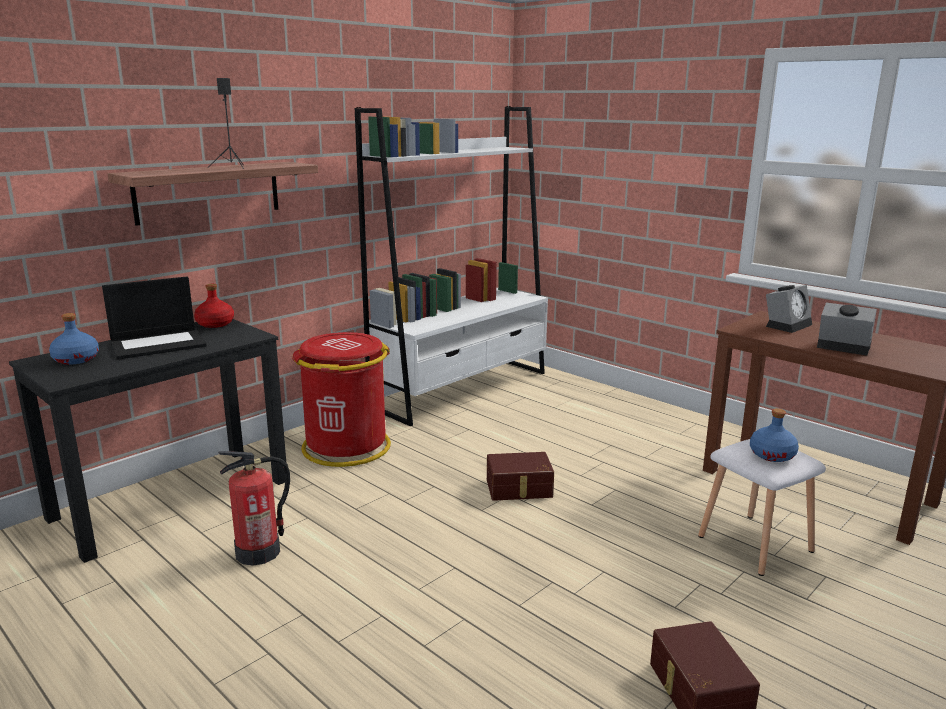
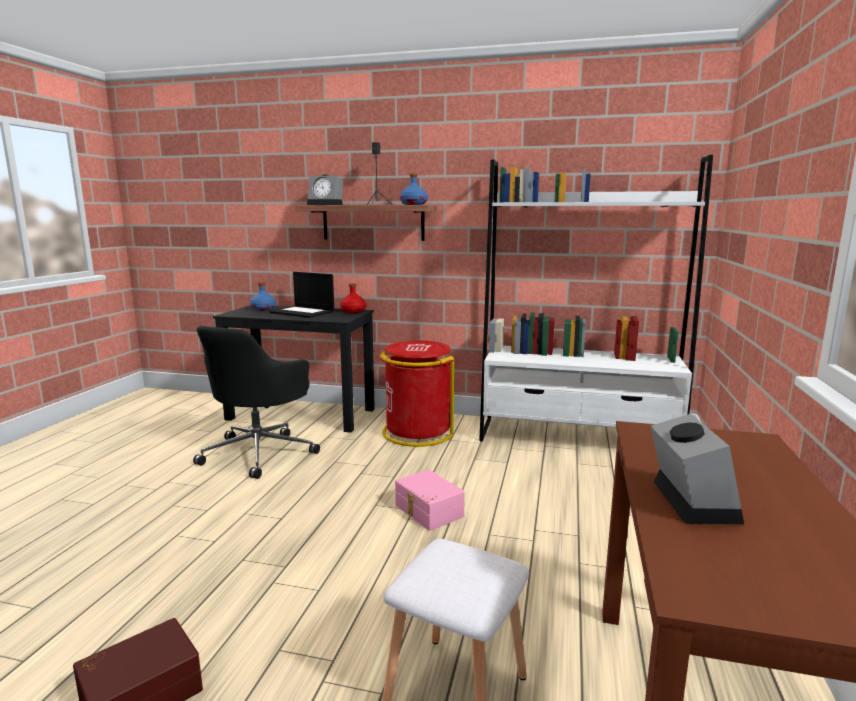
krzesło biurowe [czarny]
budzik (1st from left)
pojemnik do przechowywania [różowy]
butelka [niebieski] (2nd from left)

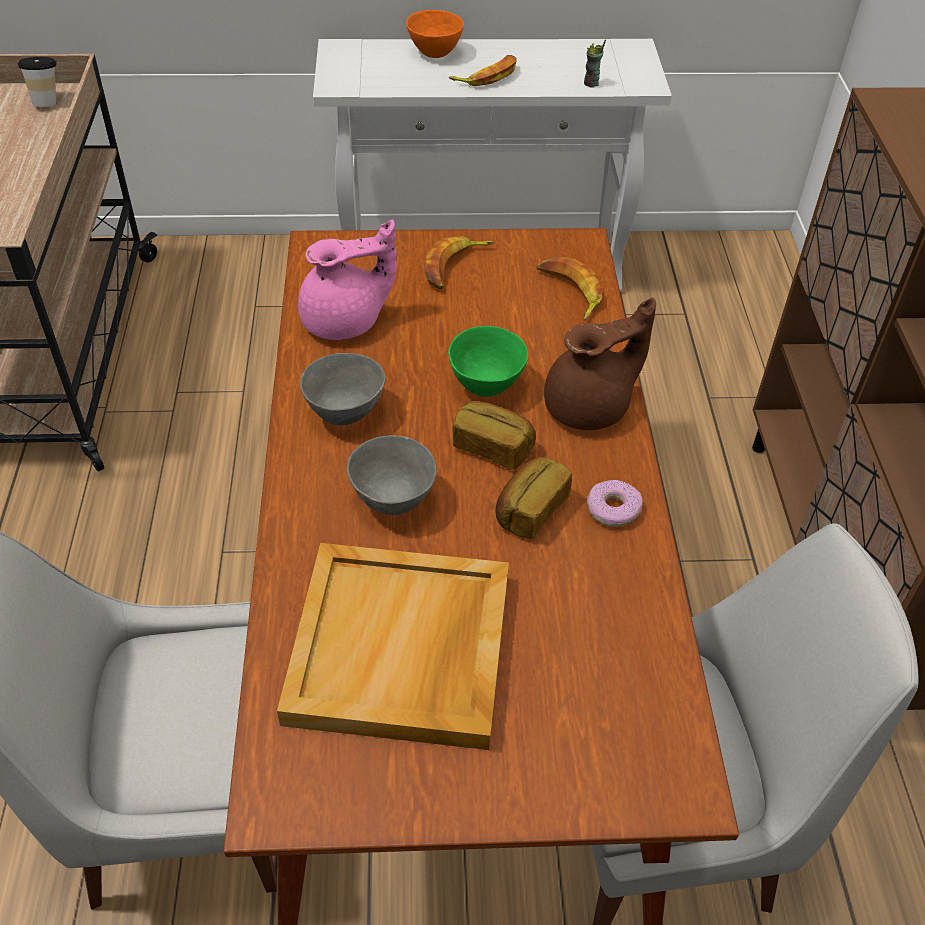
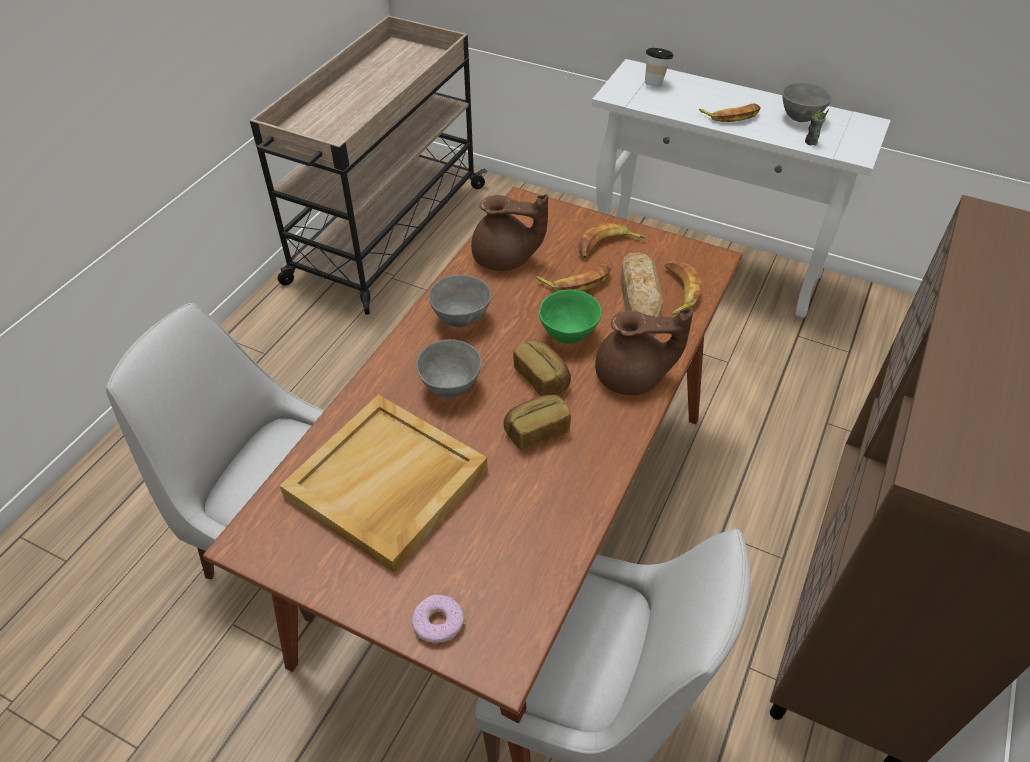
donut
imbryk [brązowy] (1st from left)
banan (1st from left)
chleb (3rd from left)
filiżanka (1st from left)
miska [szary] (3rd from left)
miska [pomarańczowy]

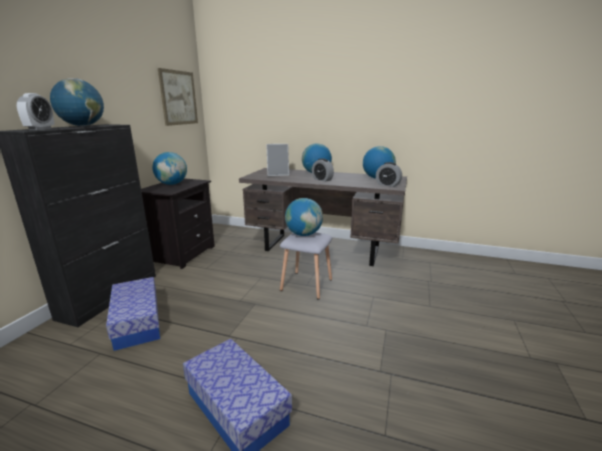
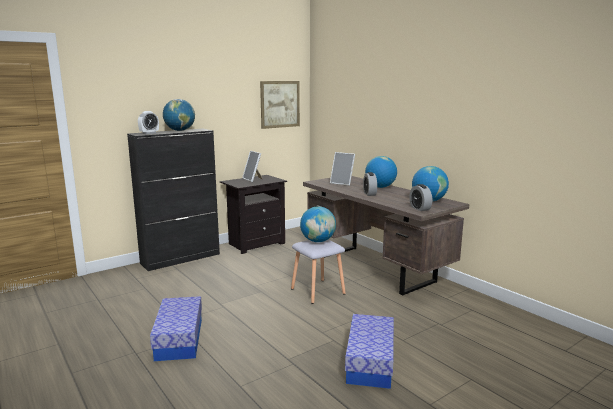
ramka na zdjęcie (1st from left)
pojemnik do przechowywania (2nd from left)

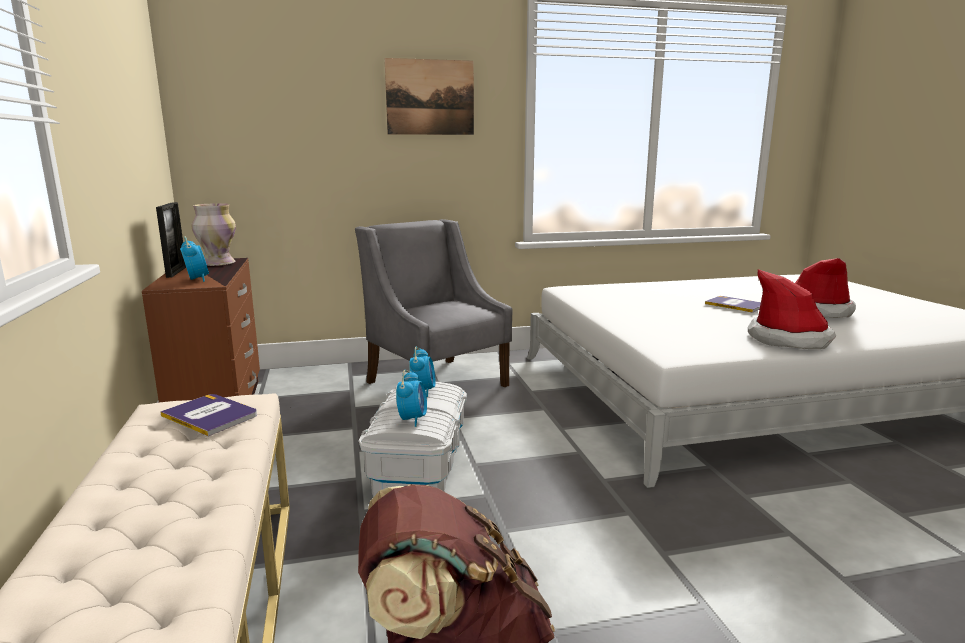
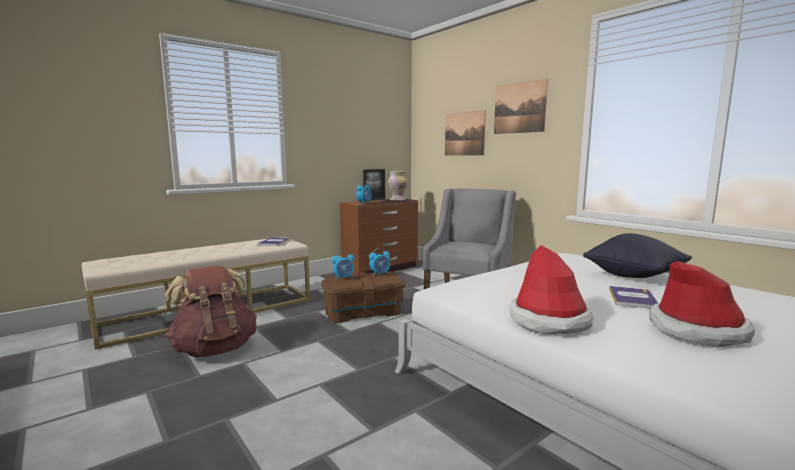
pojemnik do przechowywania [brązowy]
obraz (1st from left)
poduszka [czarny]

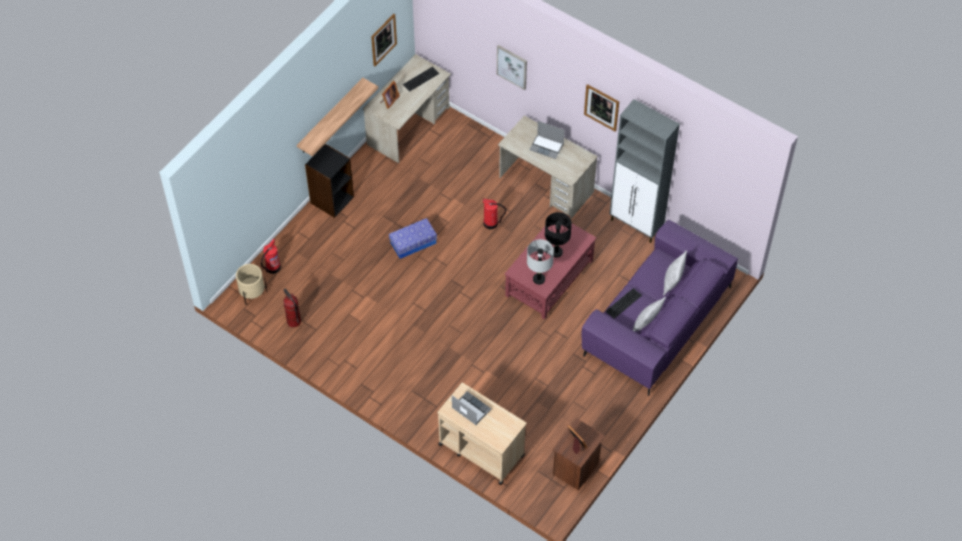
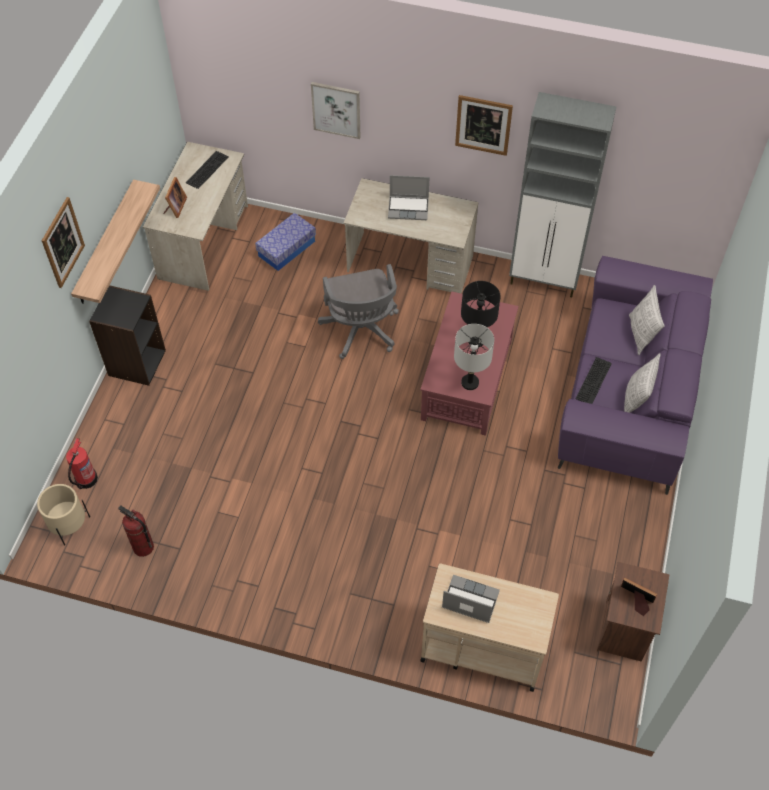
obraz (1st from left)
pojemnik do przechowywania
krzesło biurowe [szary]

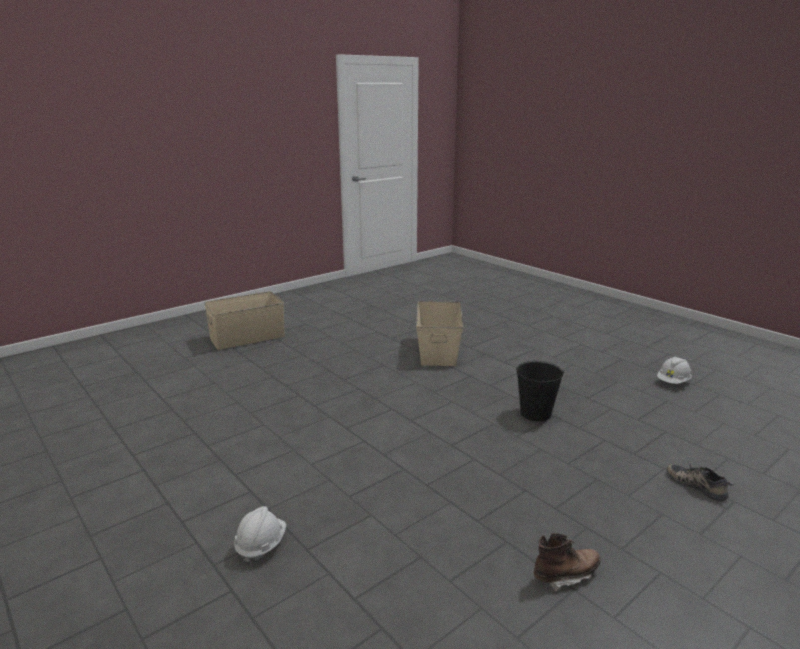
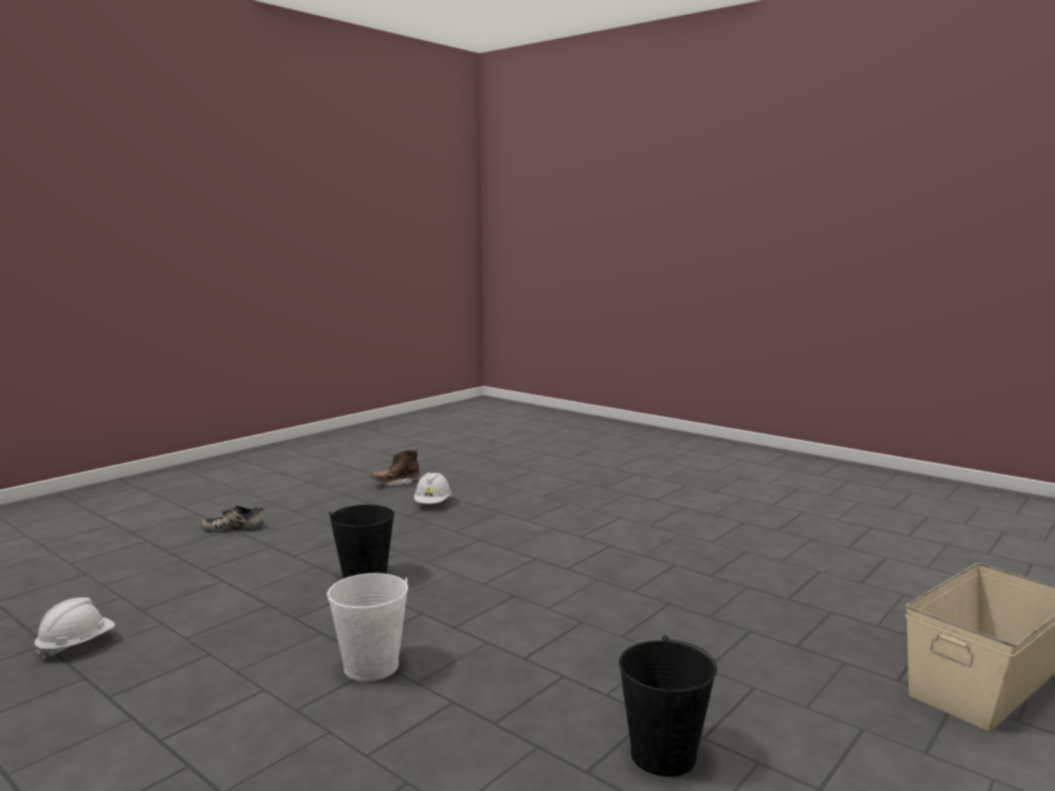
but
wiadro [biały]
kask [biały] (2nd from left)
wiadro [czarny] (2nd from left)
pojemnik do przechowywania [beżowy] (2nd from left in the first image)

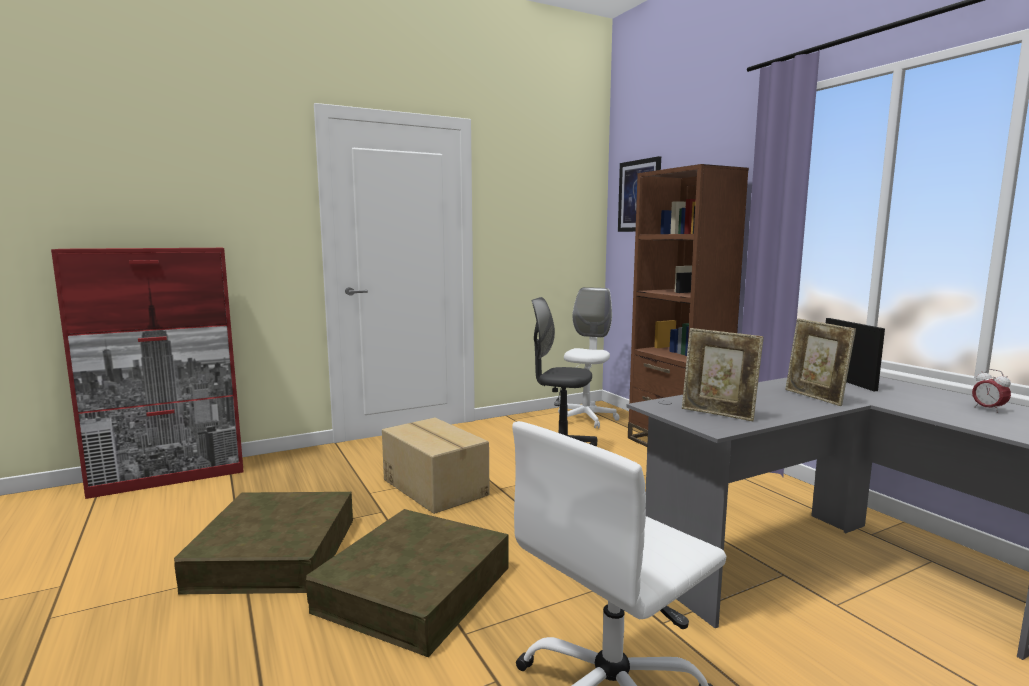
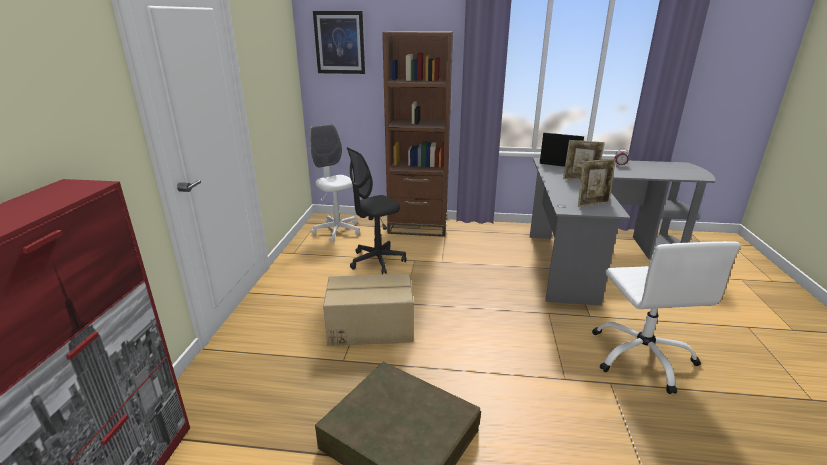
pojemnik do przechowywania [brązowy] (2nd from left in the first image)

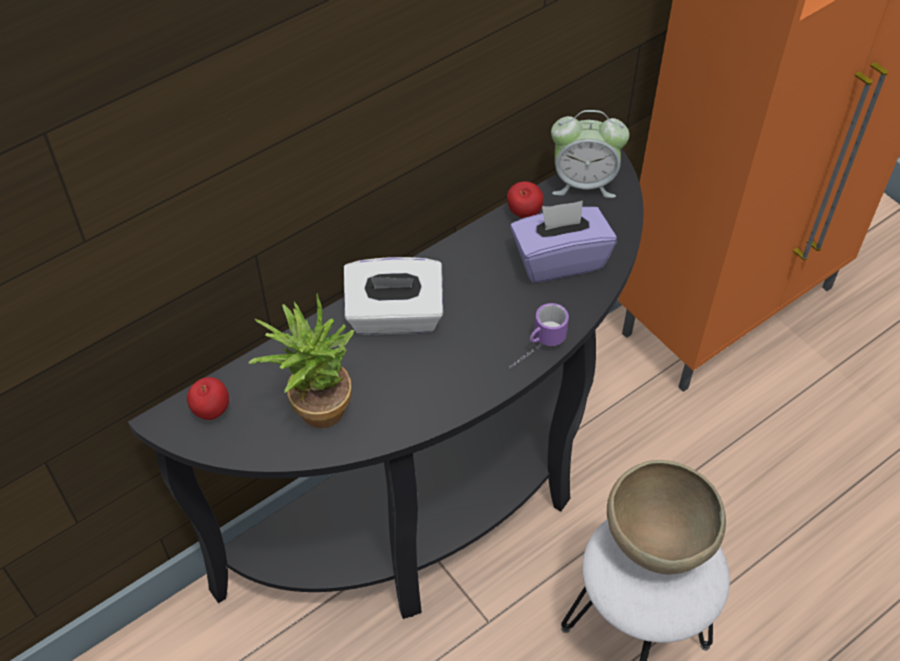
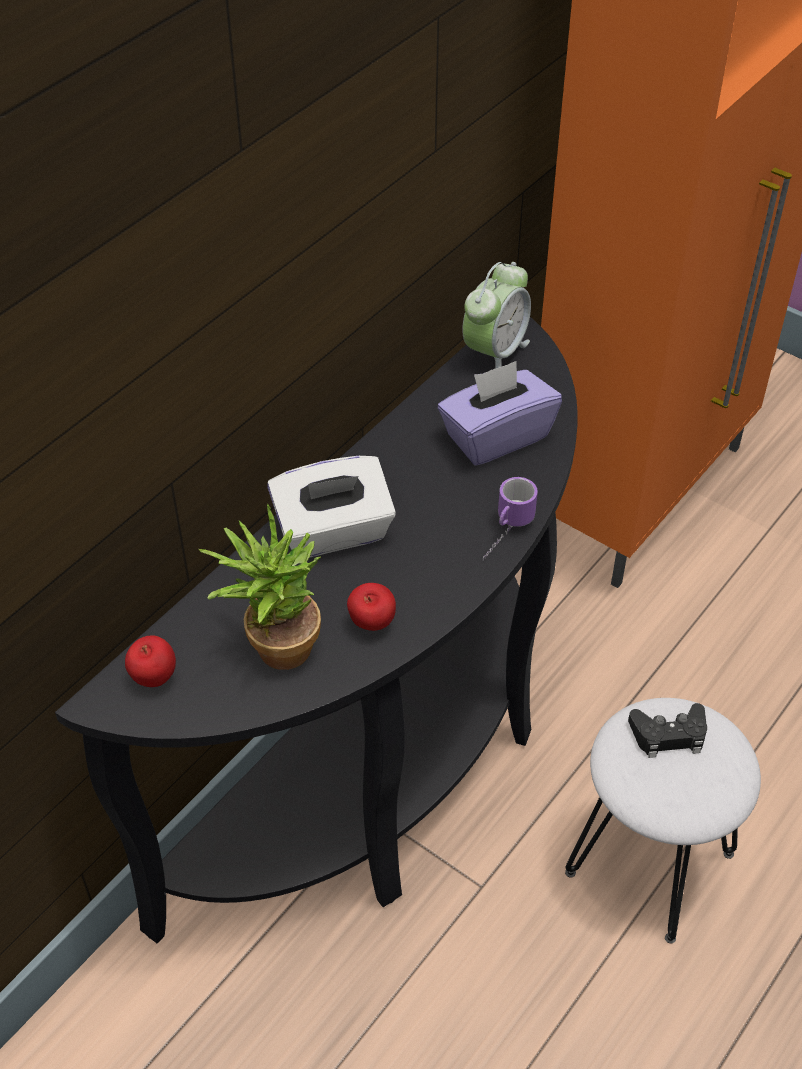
jabłko (2nd from left)
budzik
pad do gier [czarny]

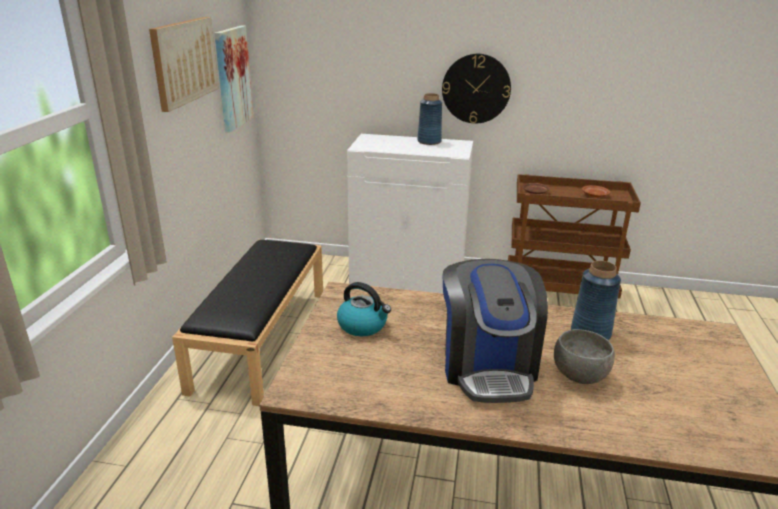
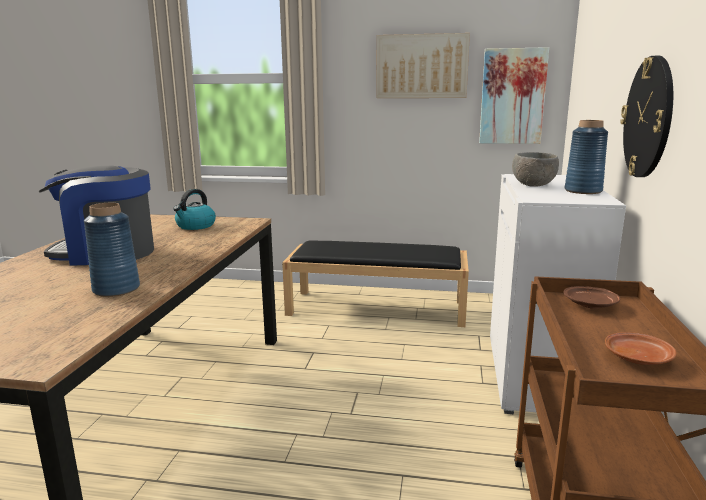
miska [szary]

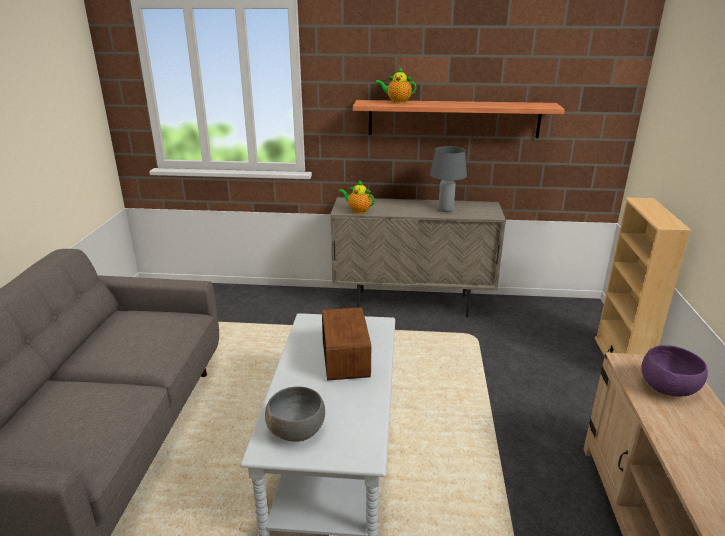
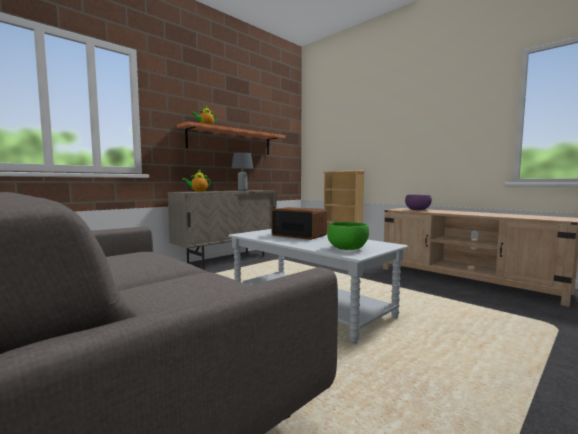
miska [zielony]

